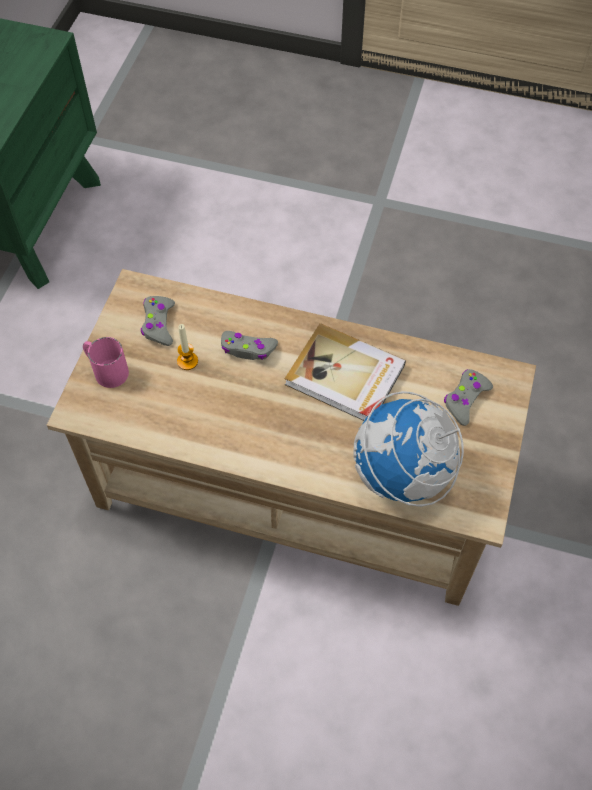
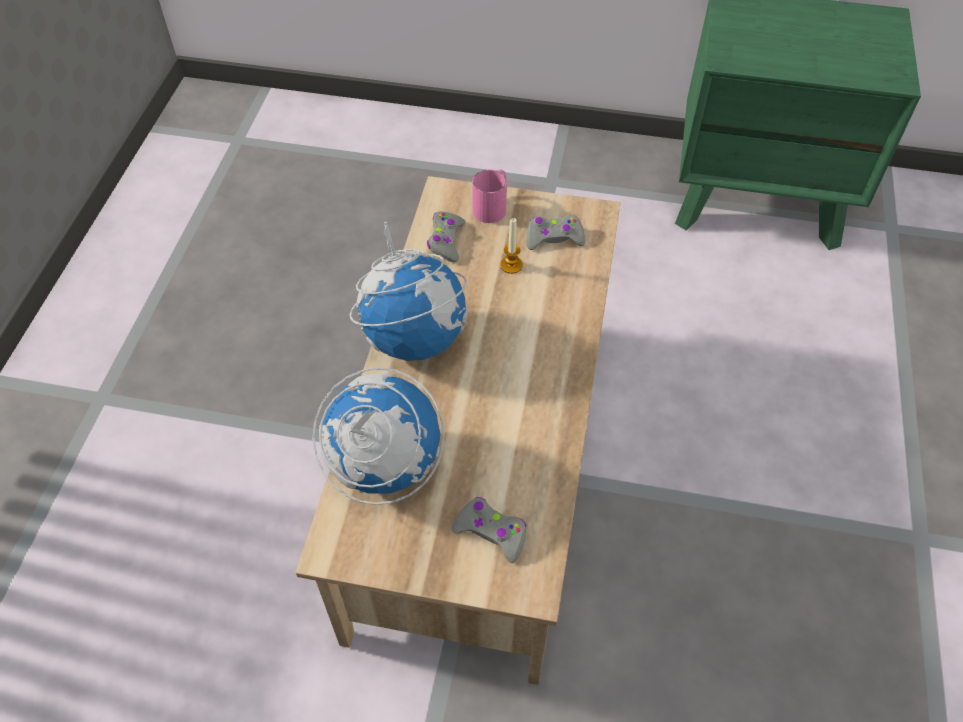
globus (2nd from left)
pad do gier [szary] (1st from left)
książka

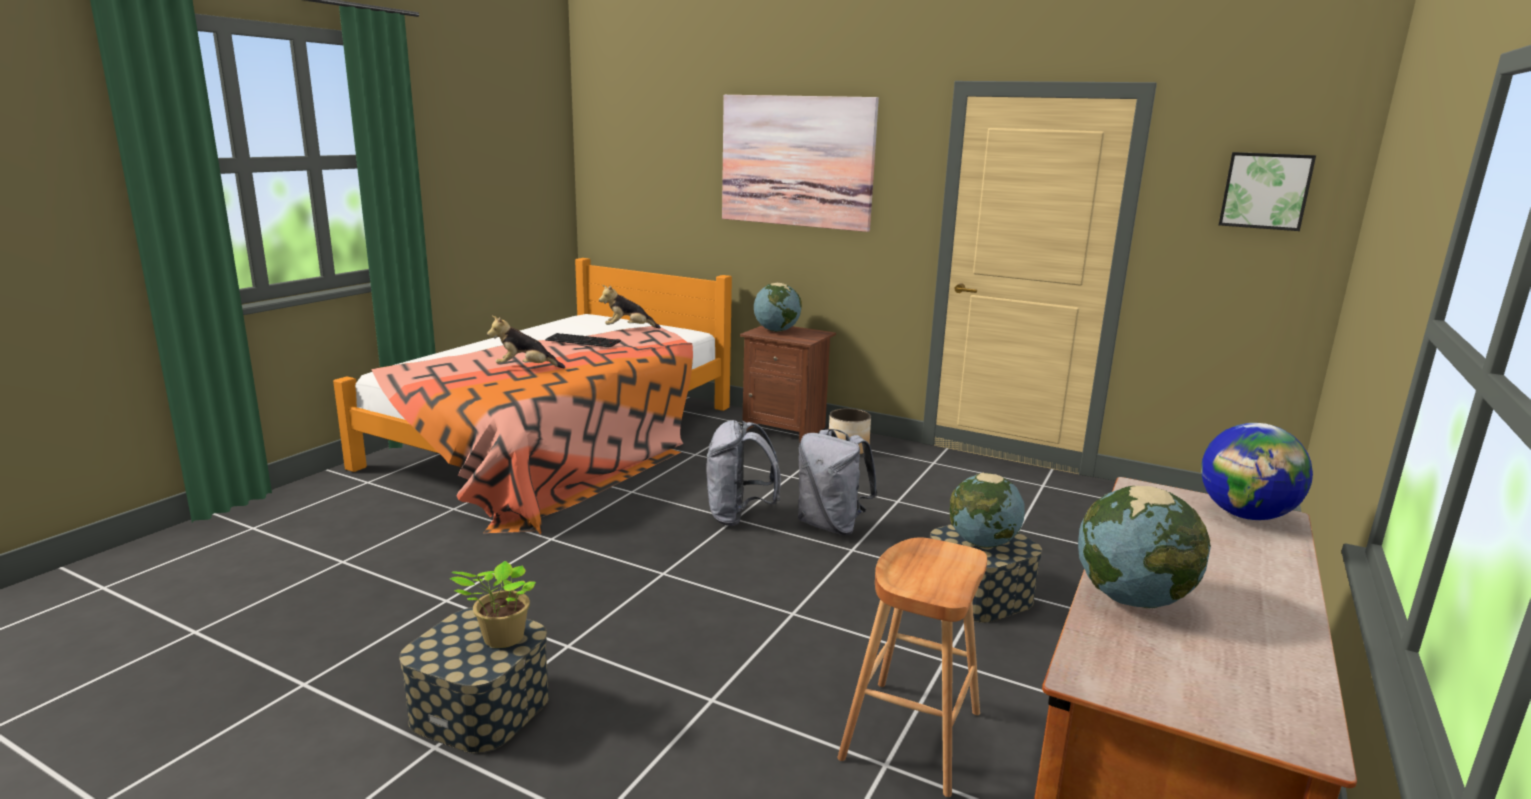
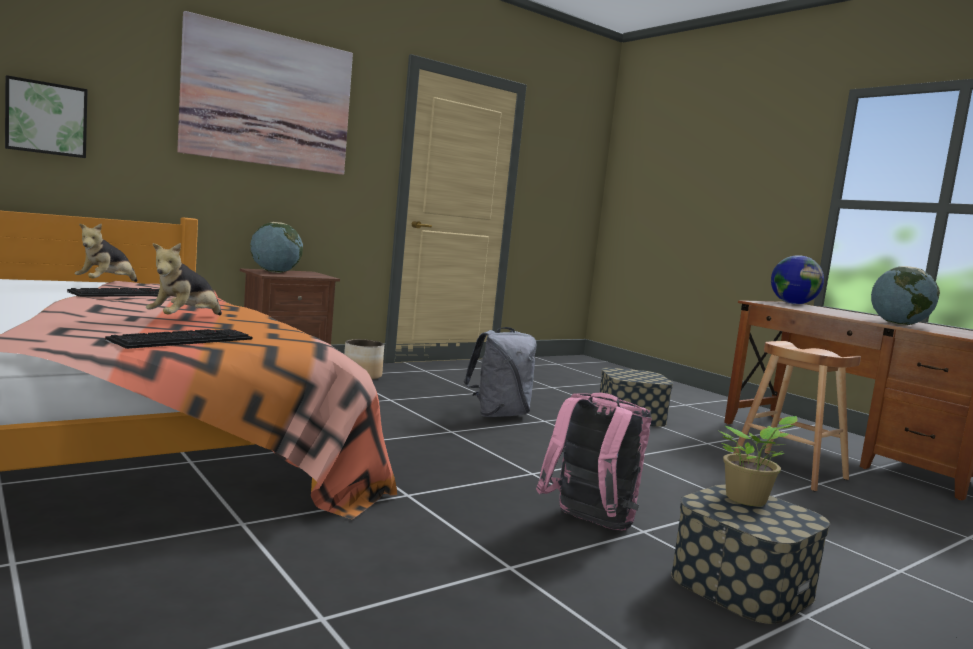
obraz (1st from left)
klawiatura (2nd from left)
plecak [różowy]
plecak [szary] (1st from left in the first image)
globus (2nd from left in the first image)

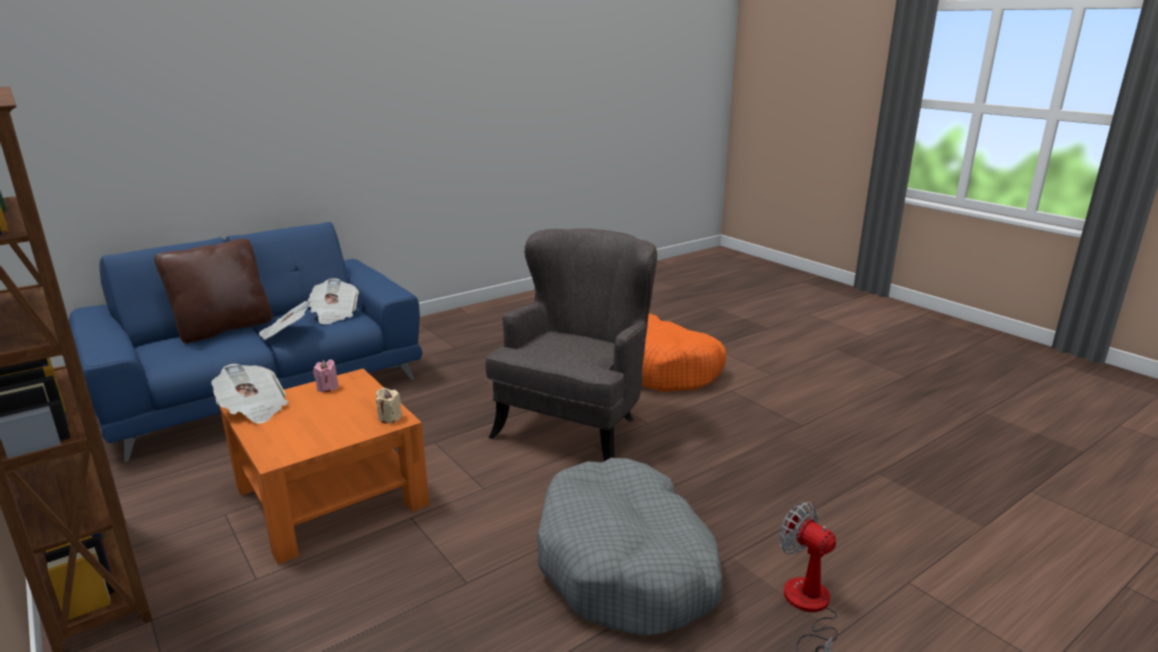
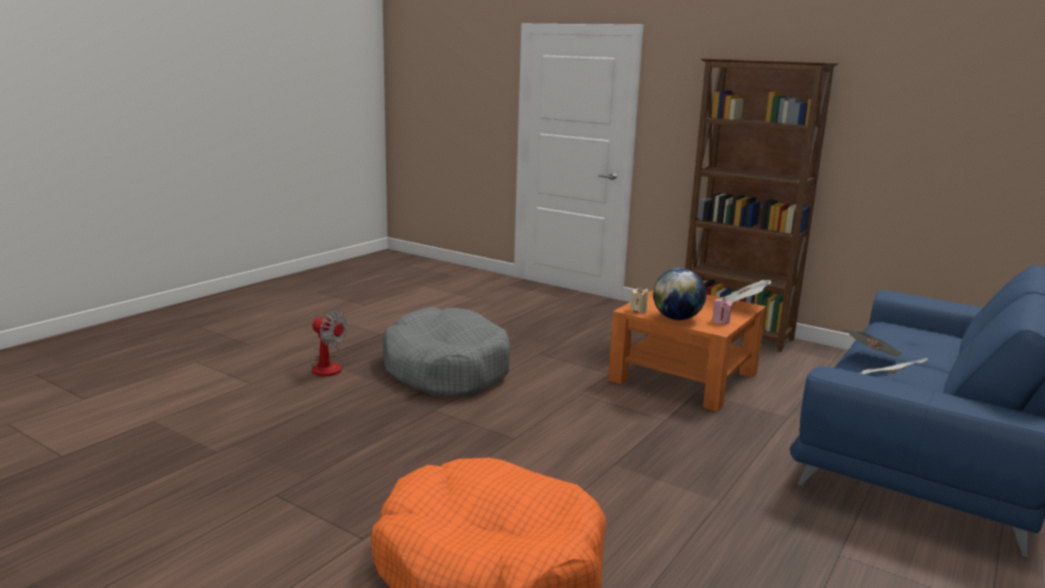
globus
poduszka [brązowy]
fotel [szary]

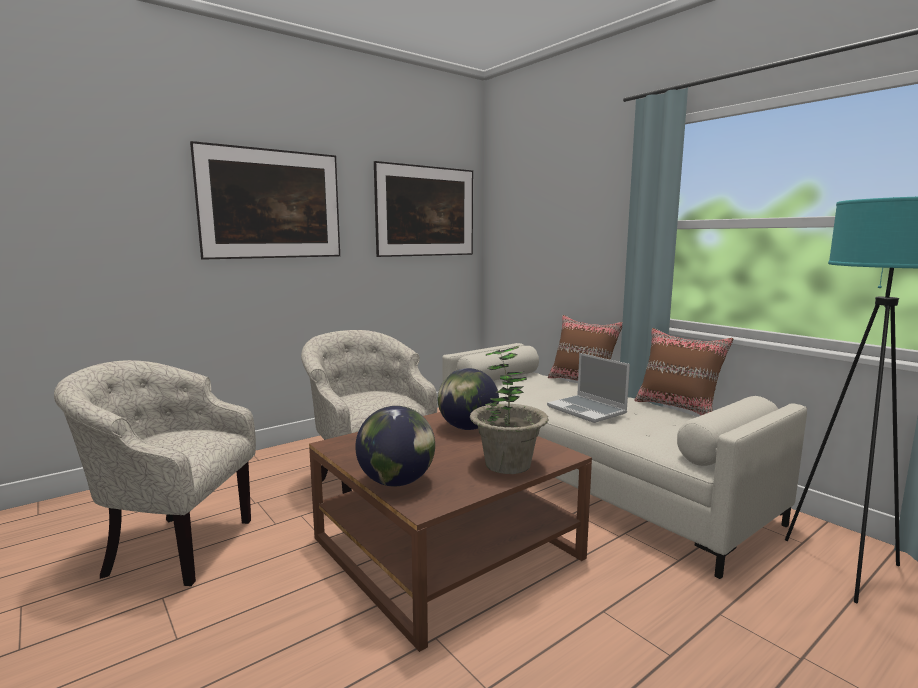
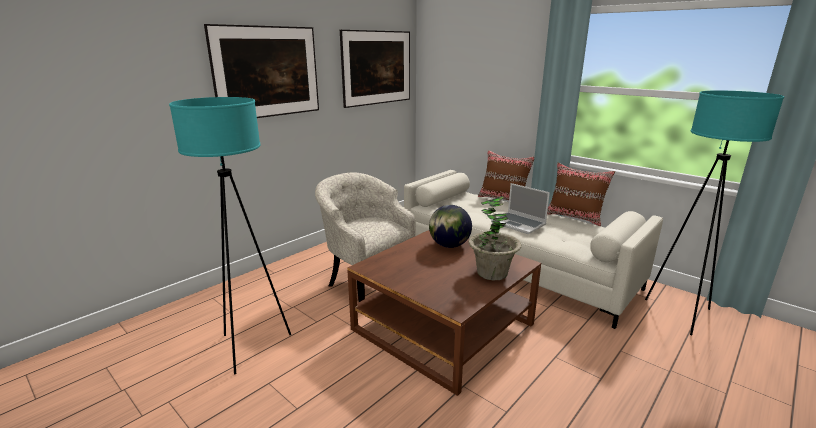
lampa stojąca [turkusowy] (1st from left)
globus (1st from left in the first image)

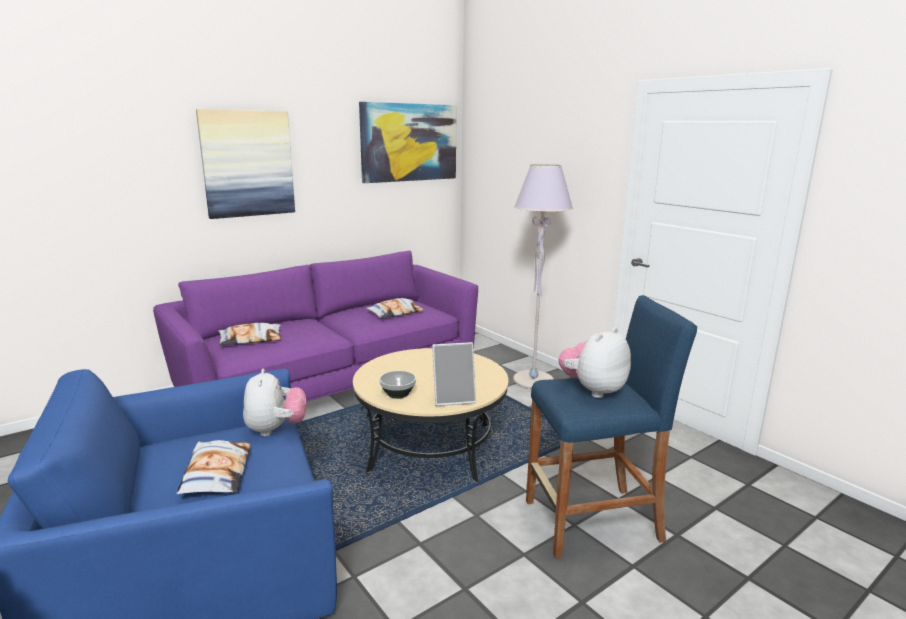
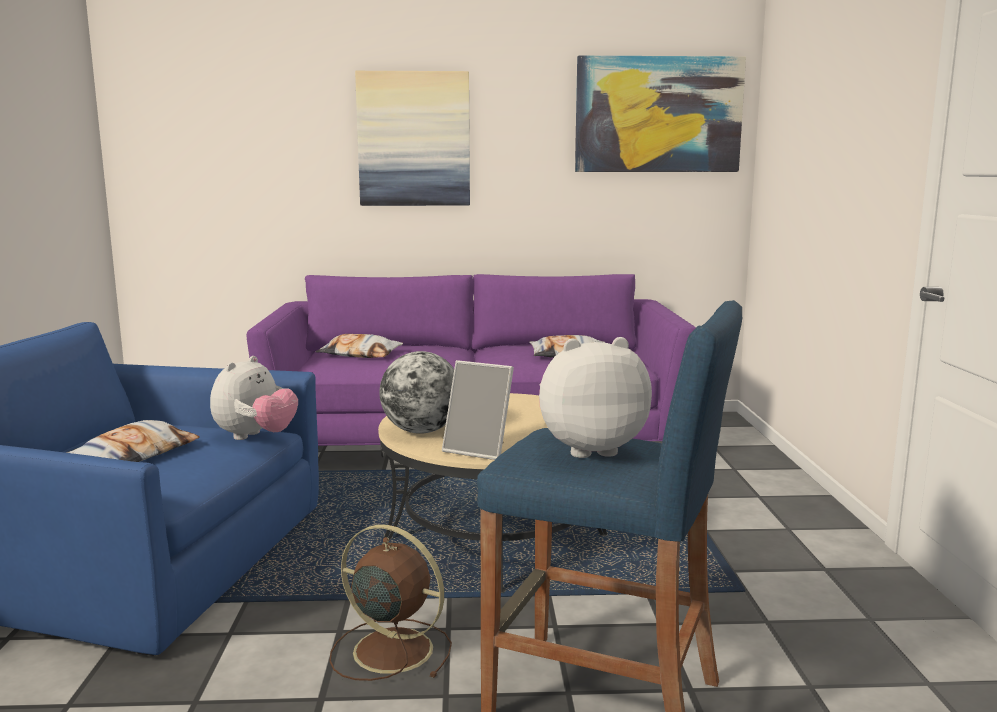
wentylator [brązowy]
globus
lampa stojąca [szary]

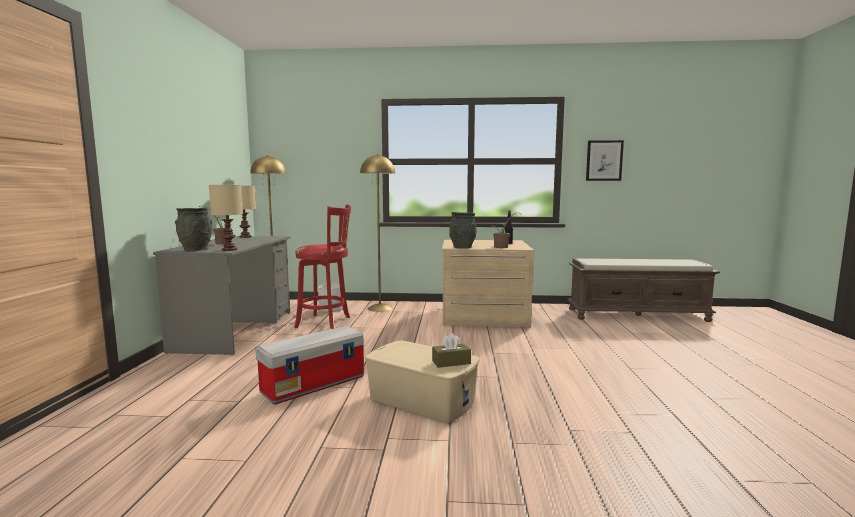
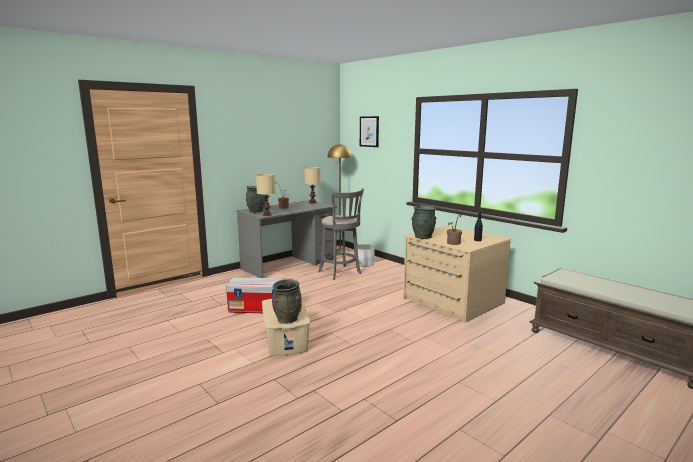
wazon [szary] (2nd from left)
stołek [szary]
obraz
lampa stojąca [żółty] (2nd from left in the first image)

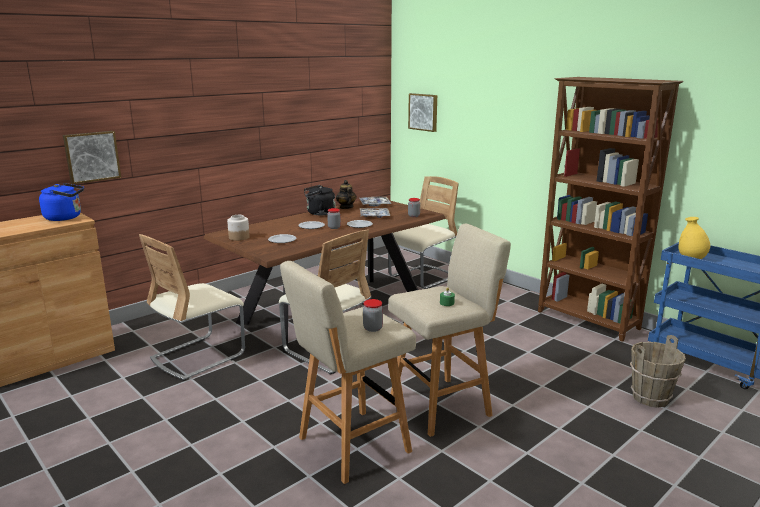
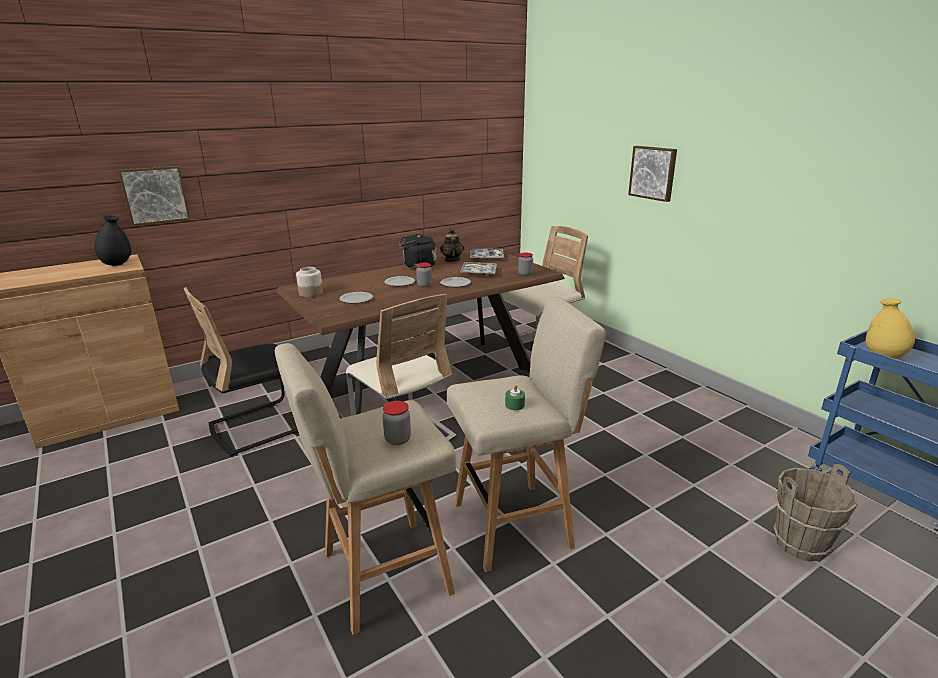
wazon [czarny]
krzesło [czarny]
obraz (2nd from left)
regał [brązowy]

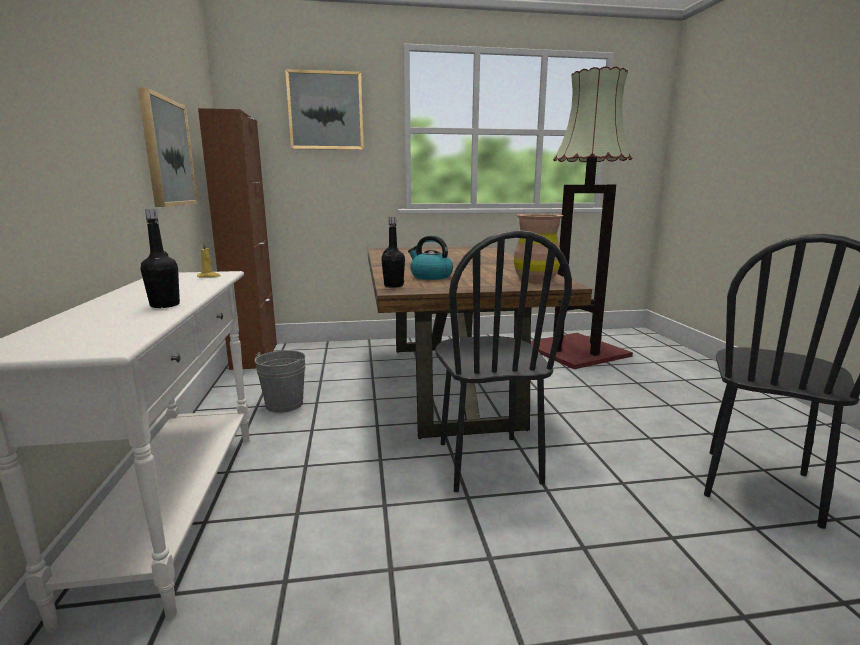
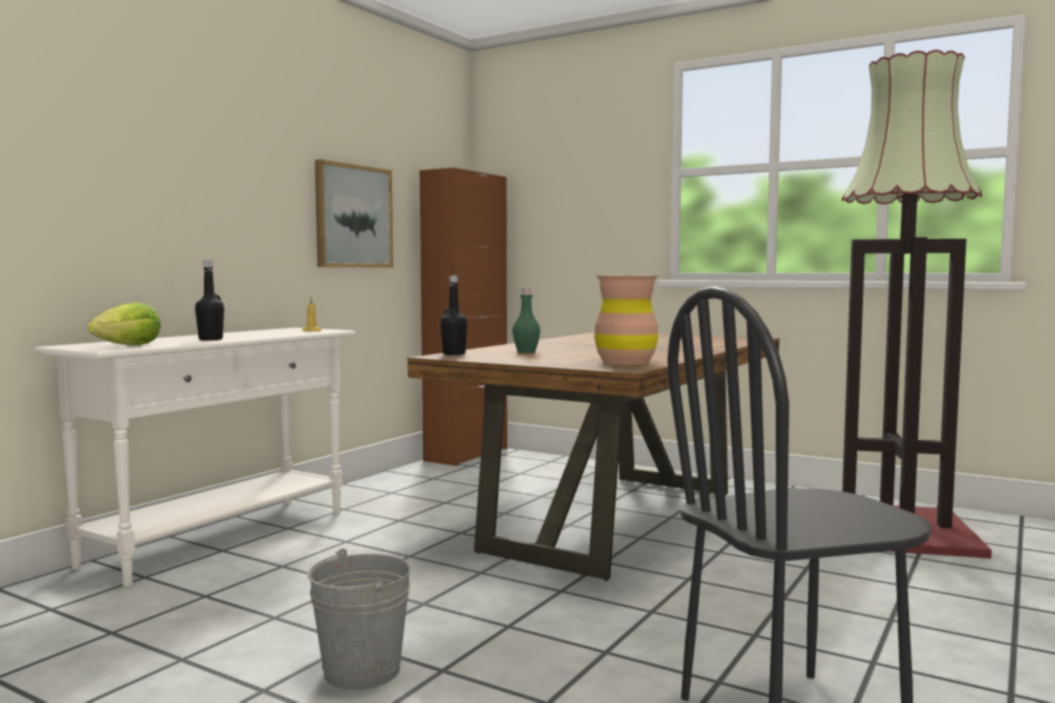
sałata
wiadro [szary]
butelka [zielony]
obraz (2nd from left in the first image)
krzesło [czarny] (1st from left in the first image)

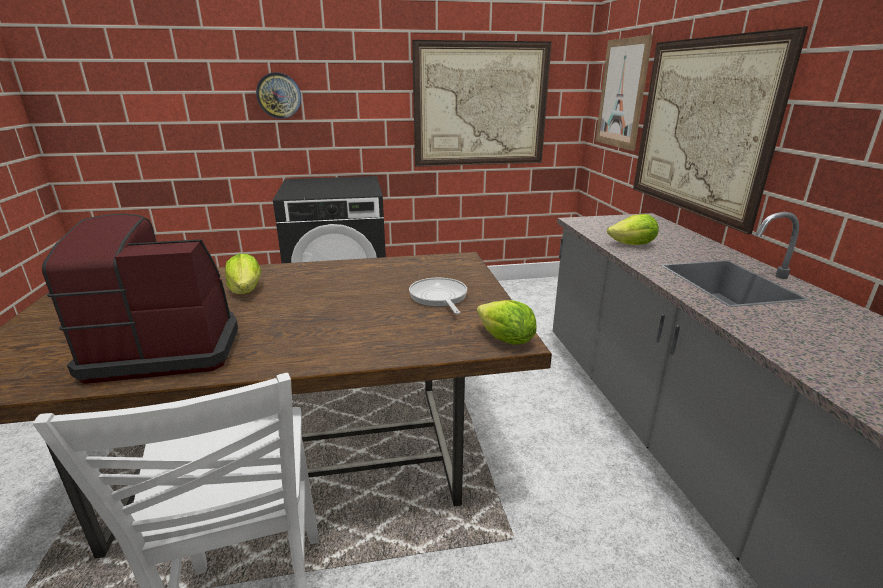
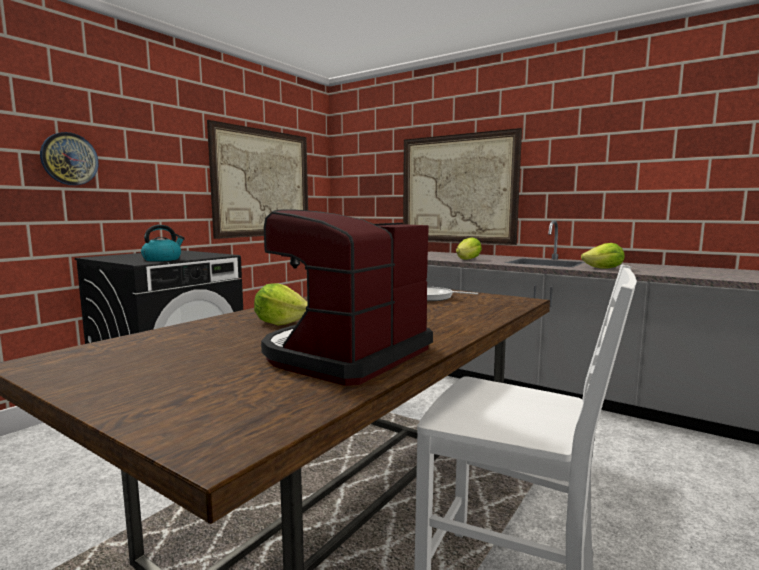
czajnik
sałata (3rd from left)
obraz (2nd from left in the first image)

